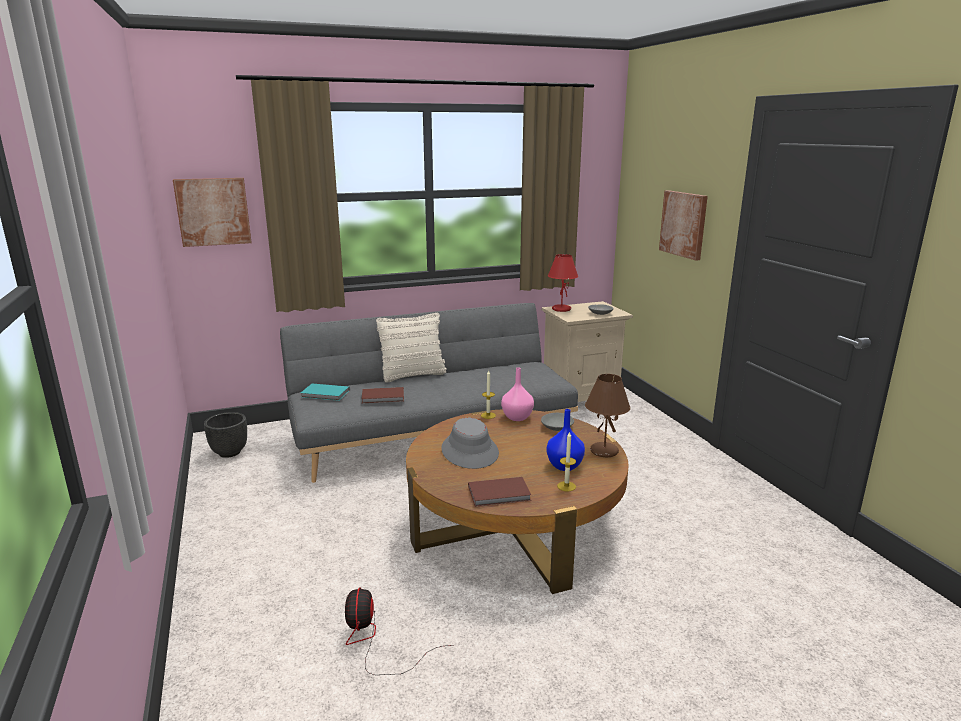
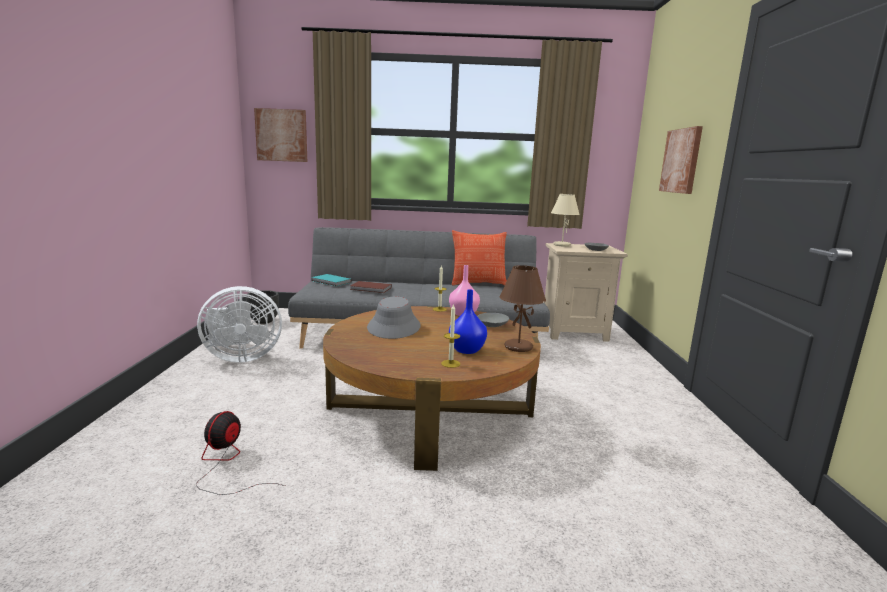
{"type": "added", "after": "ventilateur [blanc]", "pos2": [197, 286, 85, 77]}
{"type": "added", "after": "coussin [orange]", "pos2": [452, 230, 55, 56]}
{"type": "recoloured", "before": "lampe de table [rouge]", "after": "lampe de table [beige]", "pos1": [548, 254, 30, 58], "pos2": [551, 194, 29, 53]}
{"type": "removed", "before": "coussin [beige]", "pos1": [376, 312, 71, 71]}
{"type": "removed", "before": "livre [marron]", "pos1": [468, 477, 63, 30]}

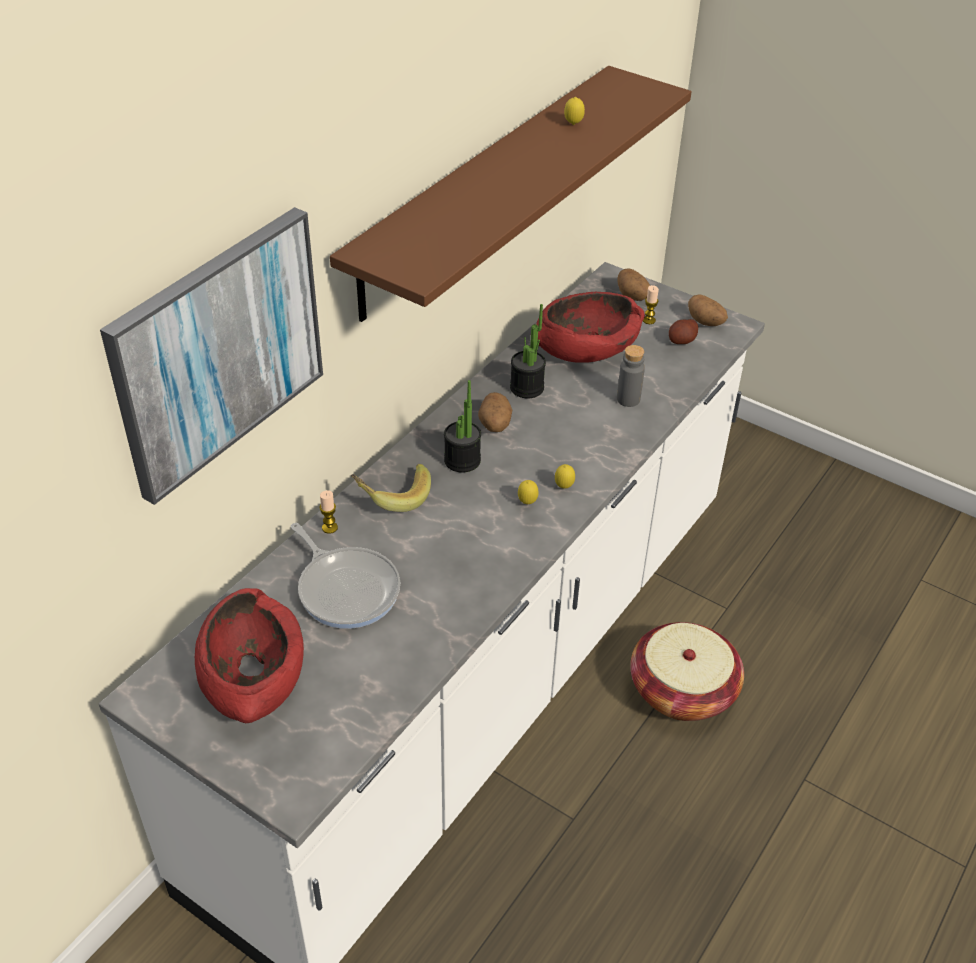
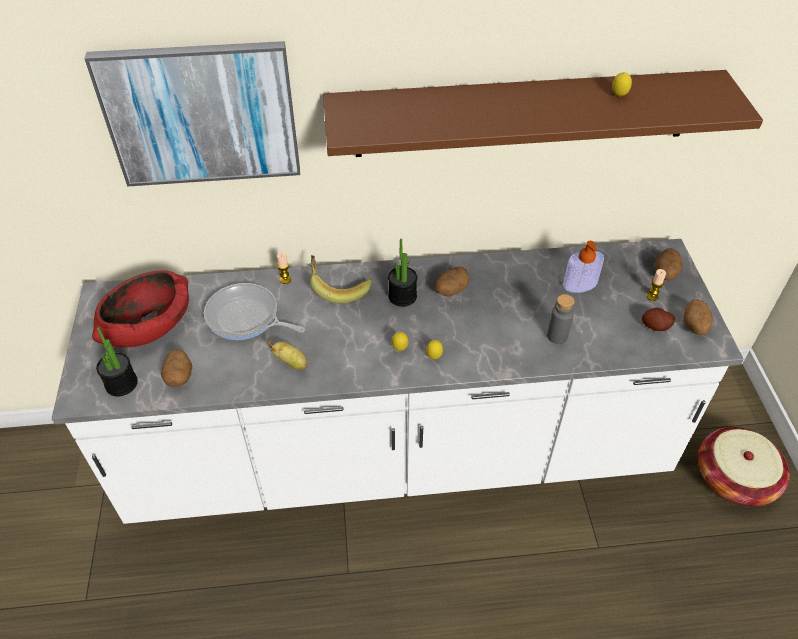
{"type": "moved", "before": "plante en pot", "pos1": [510, 304, 36, 94], "pos2": [96, 327, 42, 69]}
{"type": "added", "after": "pomme de terre", "pos2": [161, 349, 31, 38]}
{"type": "turned", "before": "poêle", "pos1": [291, 523, 109, 106], "pos2": [204, 283, 101, 57], "turn": 105}
{"type": "added", "after": "banane", "pos2": [268, 341, 39, 29]}
{"type": "replaced", "before": "bol [rouge]", "after": "distributeur de savon", "pos1": [536, 292, 109, 71], "pos2": [563, 241, 41, 52]}
{"type": "moved", "before": "panier", "pos1": [630, 622, 114, 99], "pos2": [698, 427, 91, 79]}

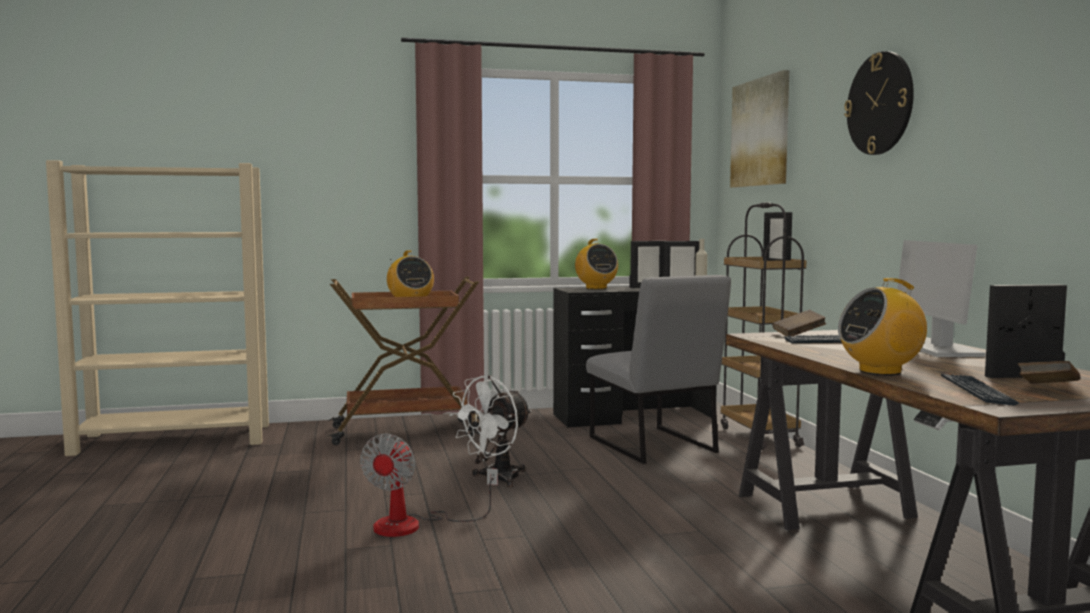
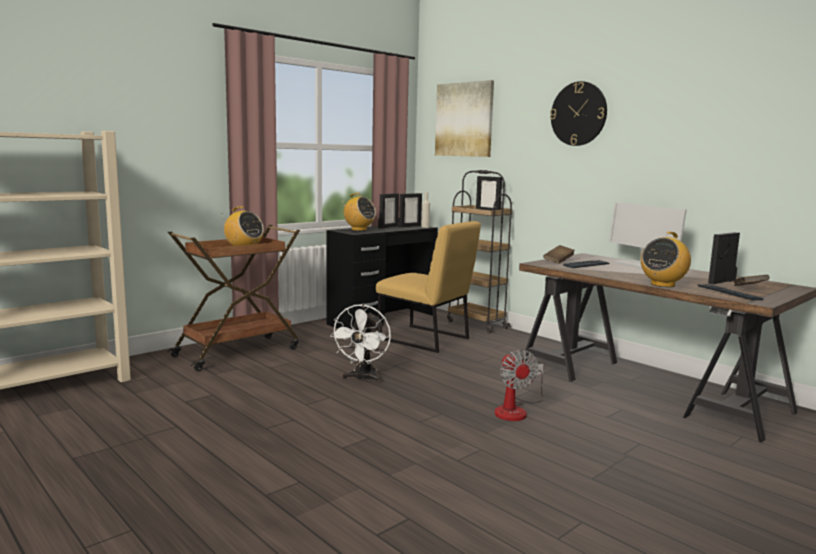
{"type": "recoloured", "before": "chaise [gris]", "after": "chaise [jaune]", "pos1": [586, 275, 145, 189], "pos2": [376, 221, 105, 132]}
{"type": "moved", "before": "ventilateur", "pos1": [360, 433, 138, 104], "pos2": [495, 350, 49, 71]}

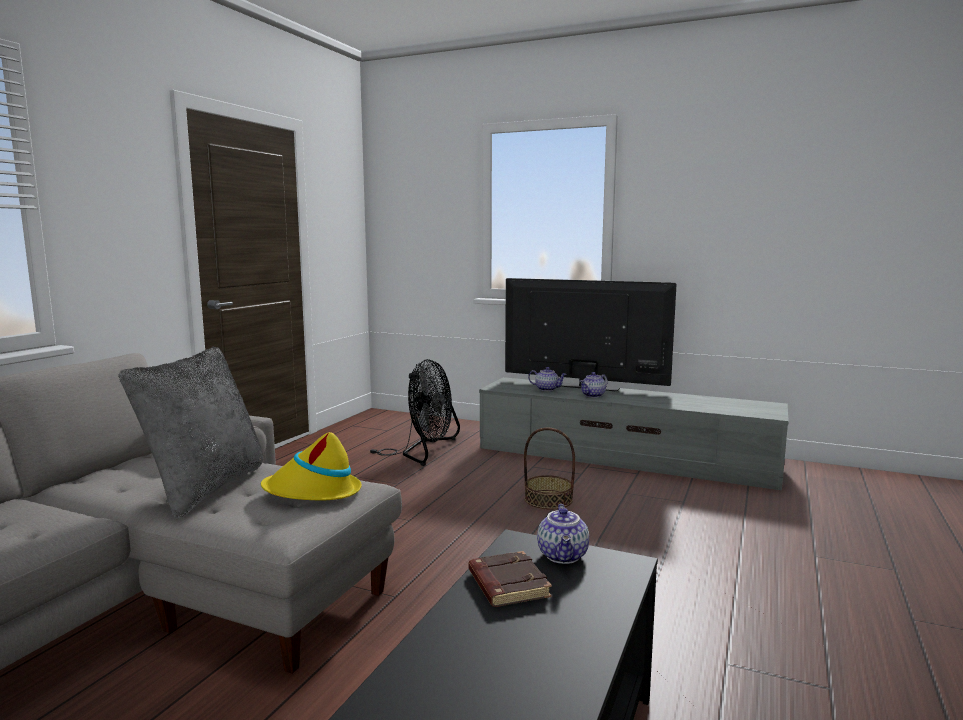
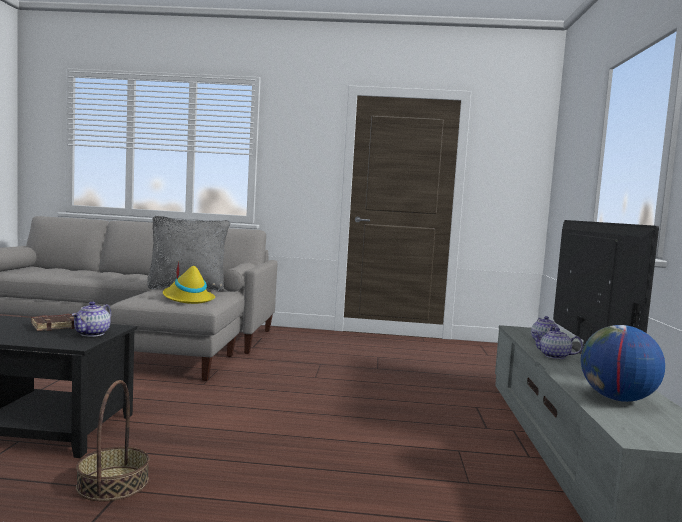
{"type": "turned", "before": "théière", "pos1": [537, 504, 52, 60], "pos2": [72, 302, 39, 35], "turn": -60}
{"type": "moved", "before": "panier", "pos1": [524, 427, 51, 83], "pos2": [76, 380, 73, 122]}
{"type": "added", "after": "globe", "pos2": [581, 325, 84, 77]}
{"type": "removed", "before": "ventilateur [noir]", "pos1": [370, 359, 90, 107]}

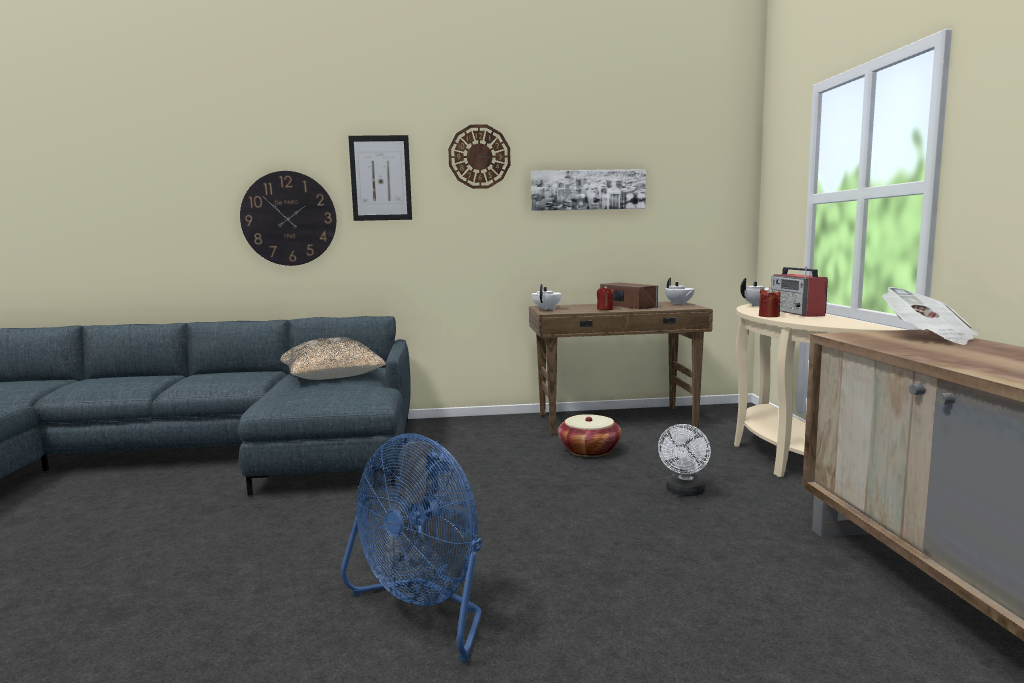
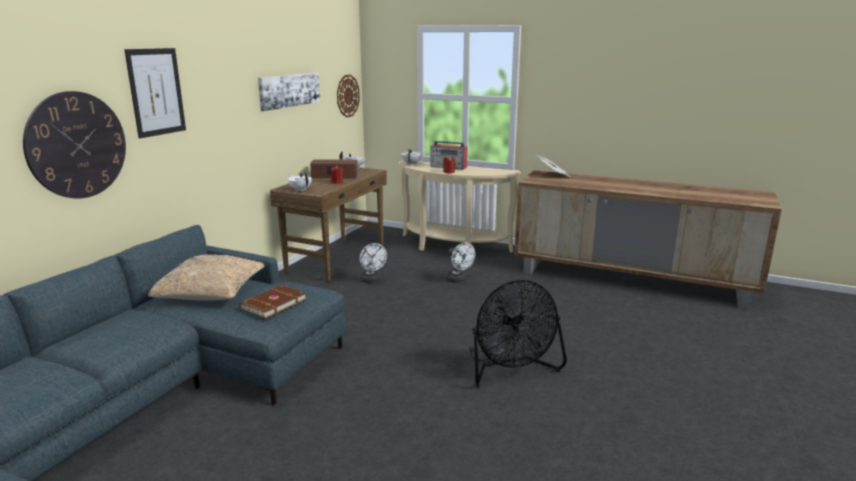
{"type": "added", "after": "livre [marron]", "pos2": [239, 285, 67, 34]}
{"type": "moved", "before": "horloge murale", "pos1": [448, 125, 63, 64], "pos2": [337, 75, 23, 43]}
{"type": "replaced", "before": "panier", "after": "ventilateur [blanc]", "pos1": [558, 414, 63, 43], "pos2": [359, 243, 28, 40]}
{"type": "recoloured", "before": "ventilateur [bleu]", "after": "ventilateur [noir]", "pos1": [341, 433, 141, 229], "pos2": [469, 280, 98, 108]}

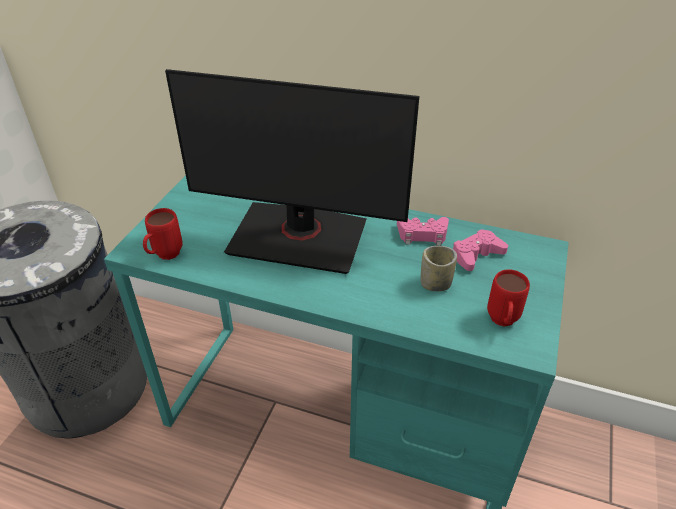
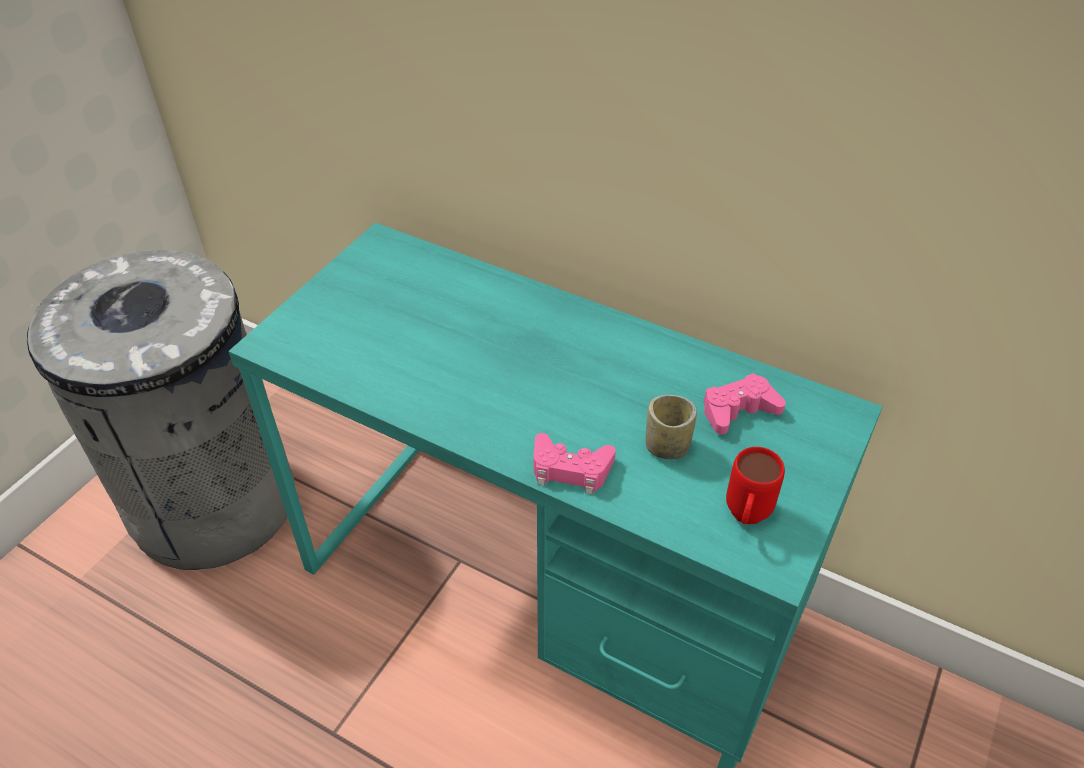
{"type": "moved", "before": "manette [rose]", "pos1": [397, 217, 52, 29], "pos2": [534, 433, 82, 62]}
{"type": "removed", "before": "mug [rouge]", "pos1": [143, 208, 40, 52]}
{"type": "removed", "before": "écran d'ordinateur", "pos1": [165, 69, 254, 205]}

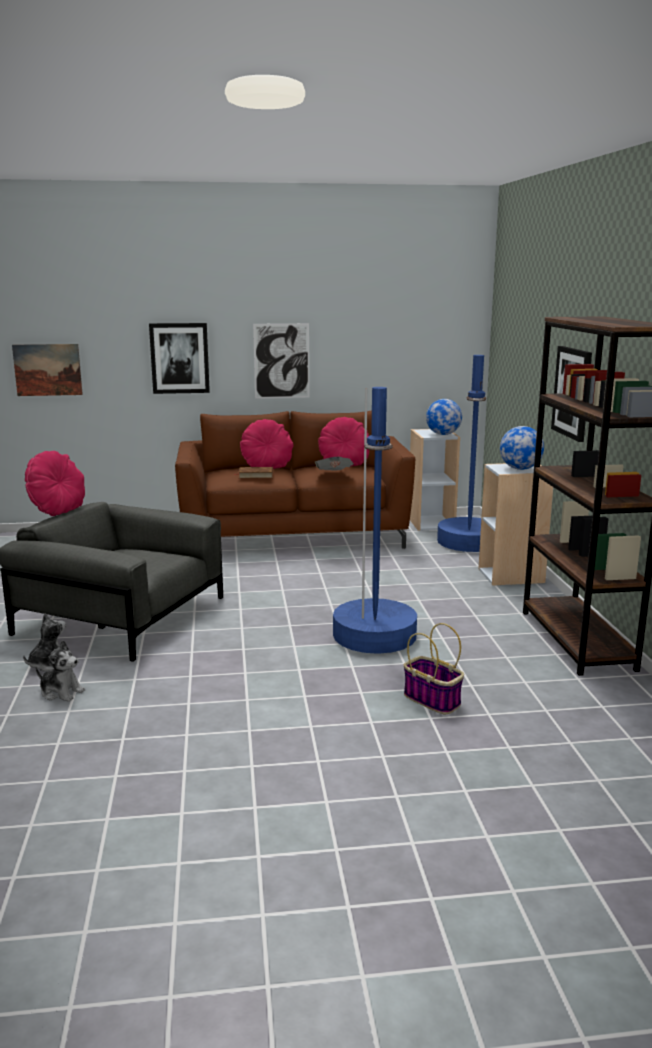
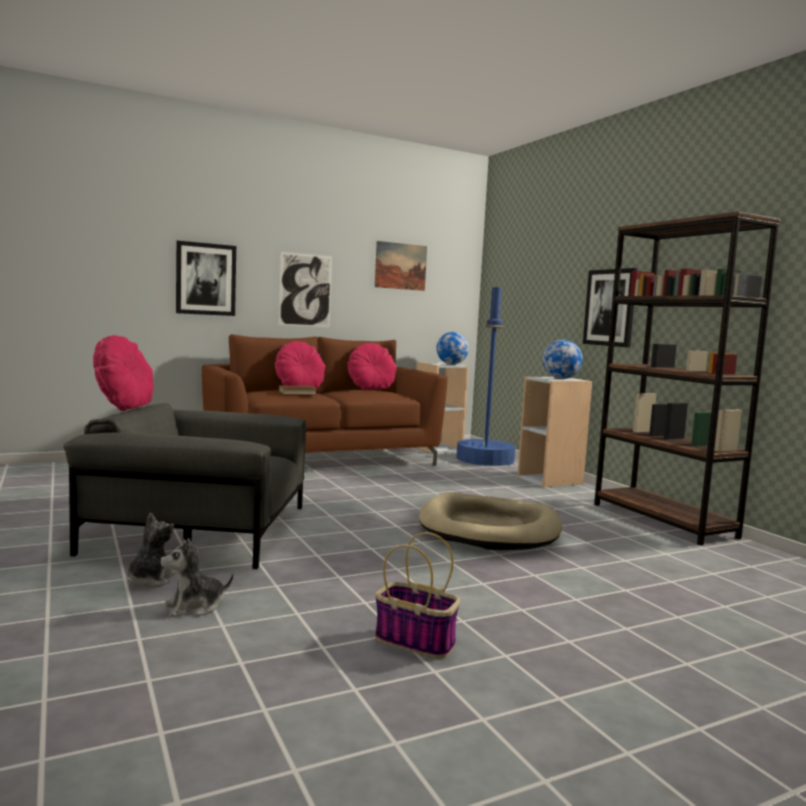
{"type": "turned", "before": "peluche", "pos1": [36, 641, 49, 61], "pos2": [160, 538, 74, 79], "turn": 150}
{"type": "moved", "before": "tableau", "pos1": [12, 344, 71, 52], "pos2": [375, 241, 52, 50]}
{"type": "moved", "before": "panier", "pos1": [404, 623, 60, 91], "pos2": [375, 532, 85, 127]}
{"type": "replaced", "before": "lampadaire [bleu]", "after": "panier pour chien [beige]", "pos1": [333, 387, 84, 267], "pos2": [419, 492, 143, 58]}
{"type": "removed", "before": "journal", "pos1": [315, 457, 39, 14]}

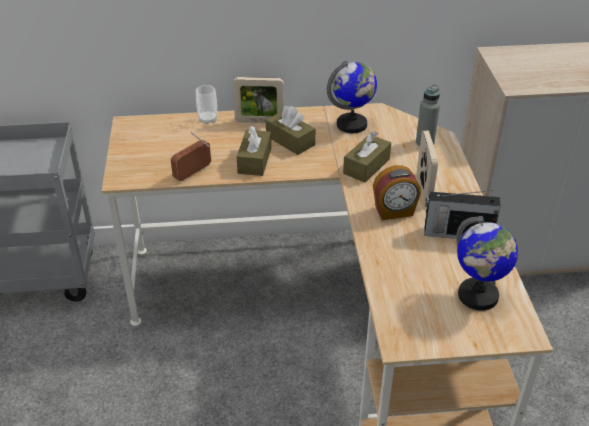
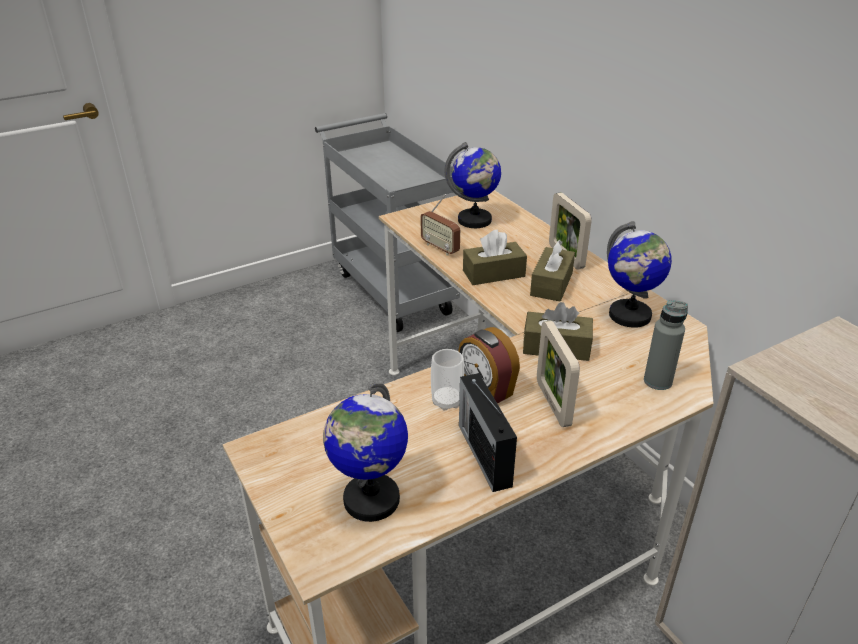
{"type": "turned", "before": "radio", "pos1": [171, 132, 40, 50], "pos2": [421, 194, 39, 62], "turn": -150}
{"type": "moved", "before": "tasse", "pos1": [196, 85, 21, 40], "pos2": [431, 349, 33, 62]}
{"type": "added", "after": "globe", "pos2": [444, 142, 57, 86]}
{"type": "turned", "before": "cadre photo", "pos1": [417, 131, 21, 71], "pos2": [537, 320, 43, 107], "turn": 105}

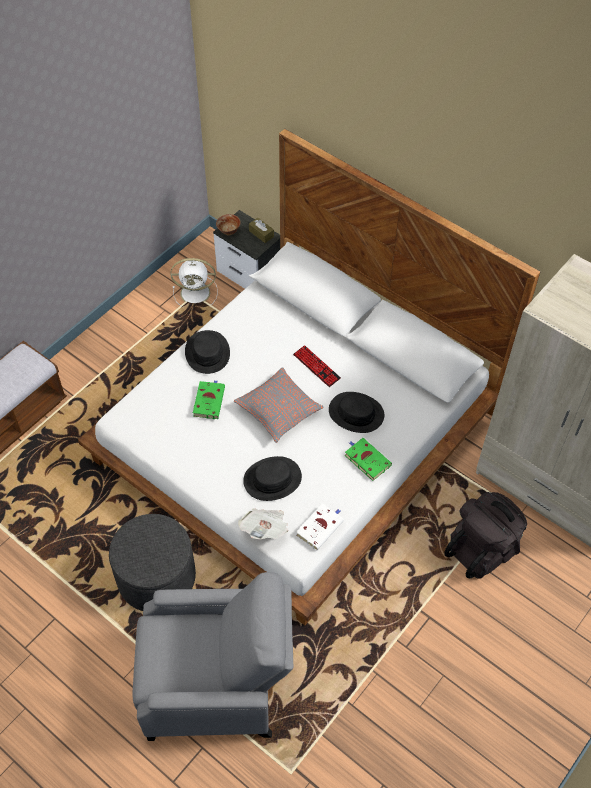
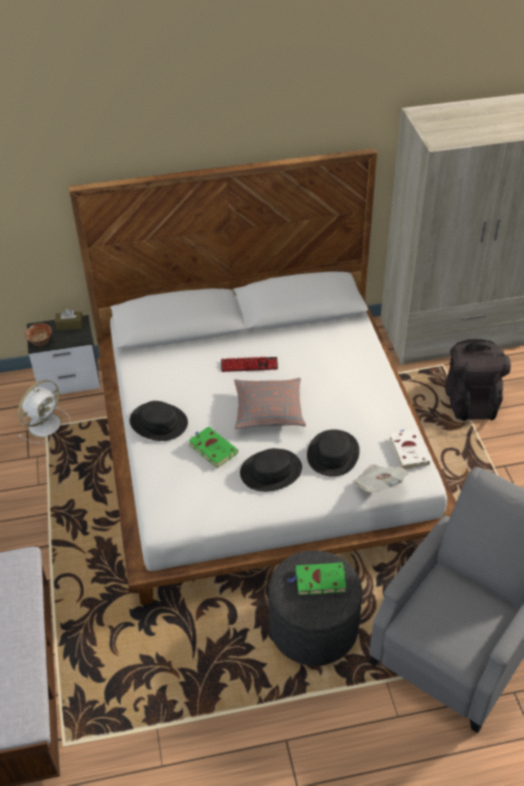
{"type": "moved", "before": "chapeau [noir]", "pos1": [329, 392, 55, 41], "pos2": [240, 448, 62, 44]}
{"type": "moved", "before": "livre [vert]", "pos1": [345, 438, 47, 43], "pos2": [287, 563, 59, 32]}

